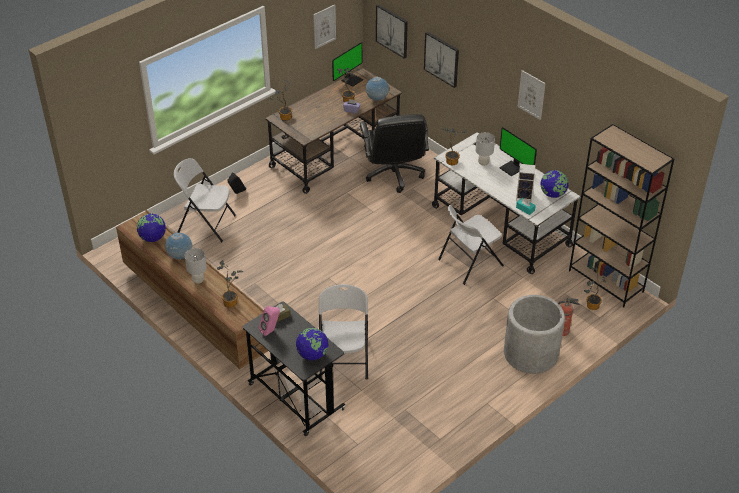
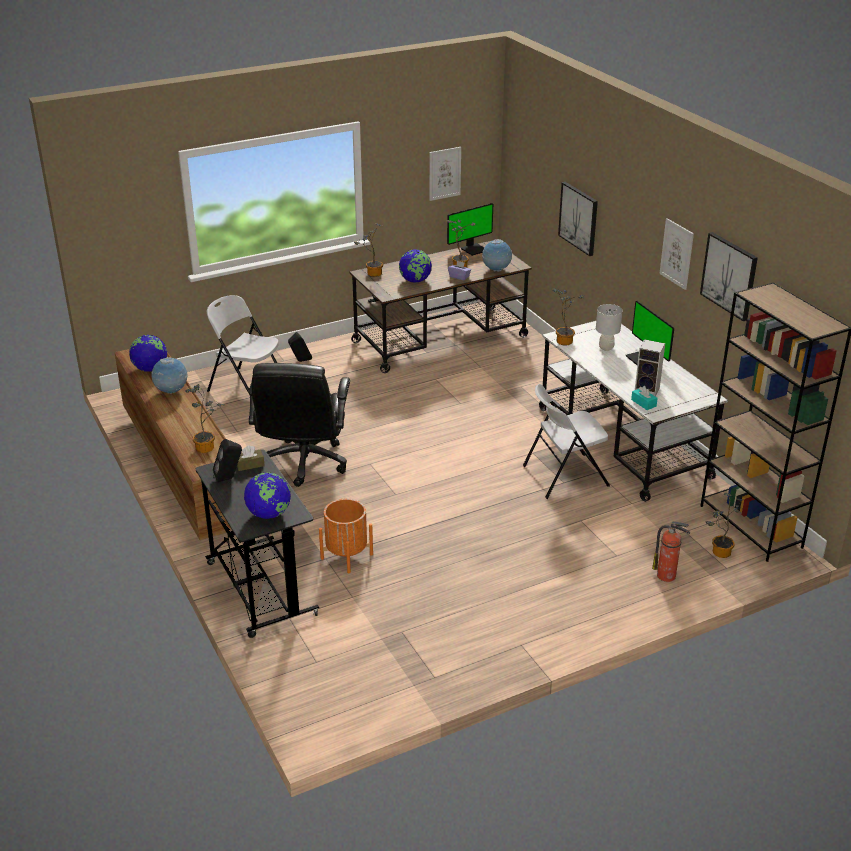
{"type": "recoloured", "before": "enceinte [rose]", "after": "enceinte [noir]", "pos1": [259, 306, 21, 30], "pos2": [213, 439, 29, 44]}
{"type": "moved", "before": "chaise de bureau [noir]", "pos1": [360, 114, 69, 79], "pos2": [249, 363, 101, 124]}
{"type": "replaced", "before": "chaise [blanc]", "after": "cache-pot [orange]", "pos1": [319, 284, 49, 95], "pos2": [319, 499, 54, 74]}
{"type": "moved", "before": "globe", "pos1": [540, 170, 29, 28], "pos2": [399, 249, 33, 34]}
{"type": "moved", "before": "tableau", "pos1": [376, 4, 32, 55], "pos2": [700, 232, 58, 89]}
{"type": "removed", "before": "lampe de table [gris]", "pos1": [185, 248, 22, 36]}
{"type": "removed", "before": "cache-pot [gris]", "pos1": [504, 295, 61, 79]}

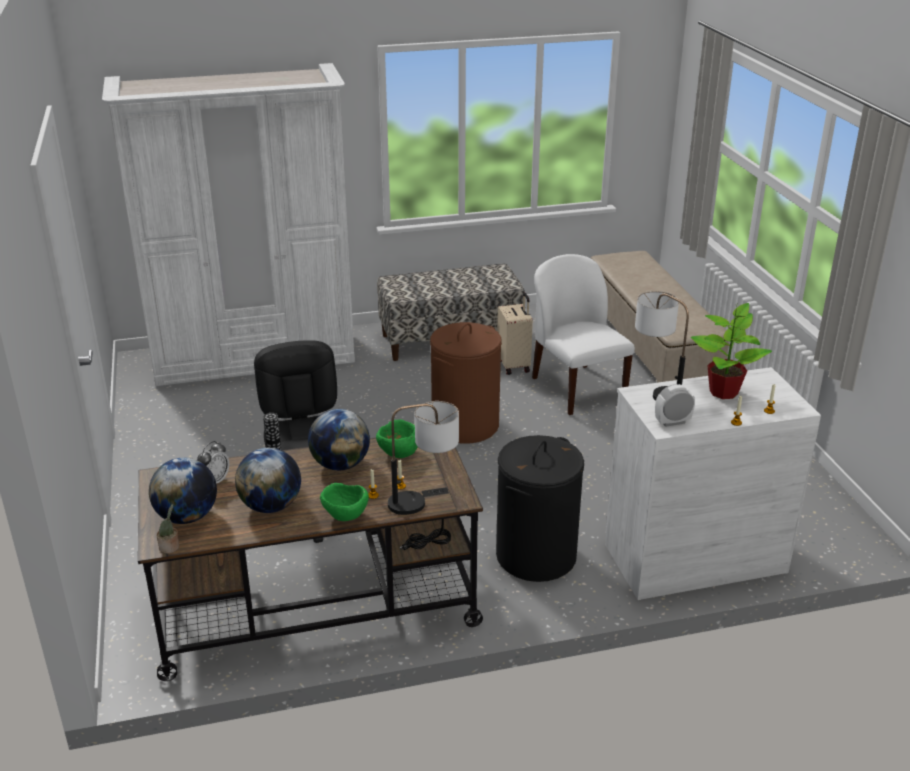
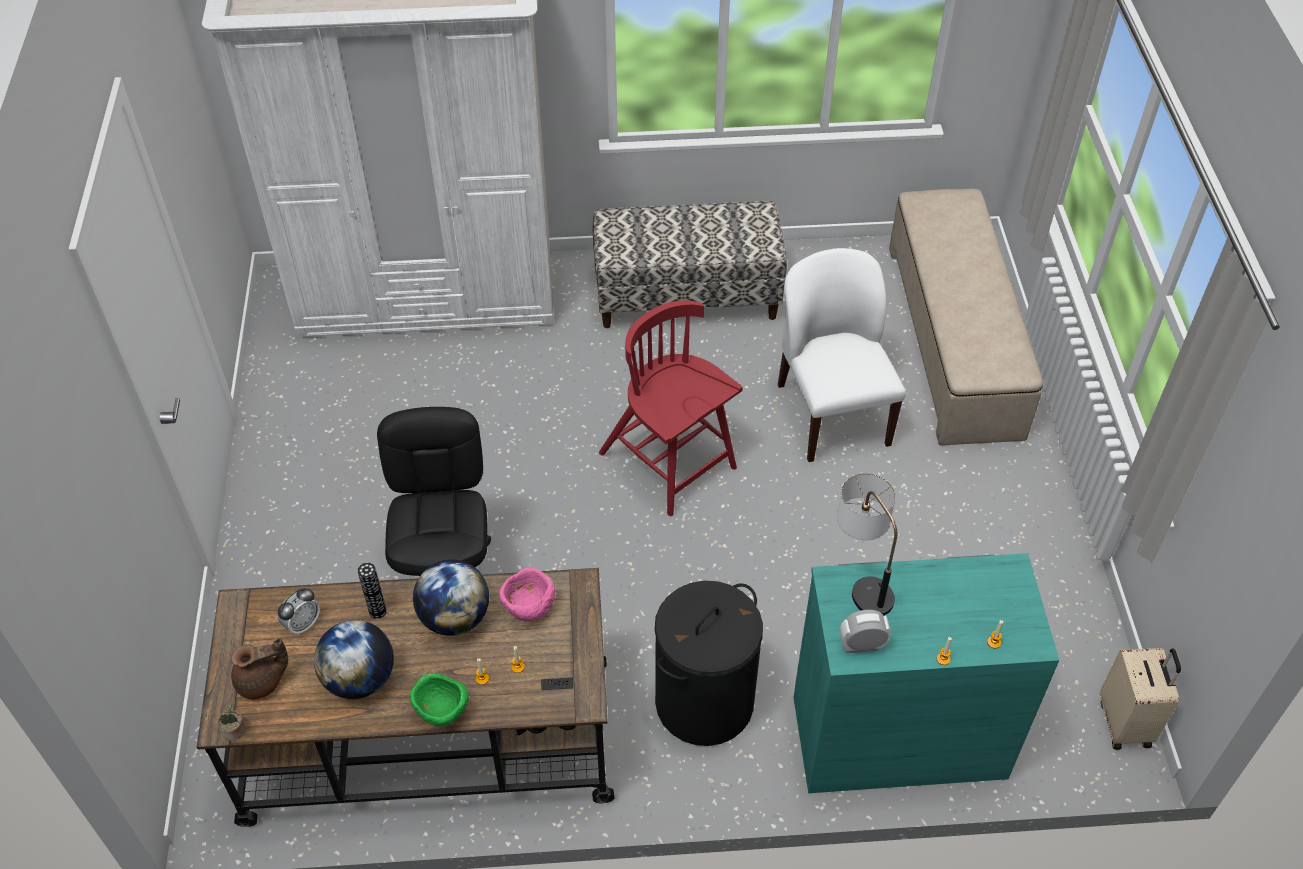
{"type": "replaced", "before": "globe", "after": "théière [marron]", "pos1": [149, 458, 68, 66], "pos2": [231, 638, 57, 61]}
{"type": "recoloured", "before": "bol [vert]", "after": "bol [rose]", "pos1": [376, 419, 42, 39], "pos2": [499, 568, 56, 53]}
{"type": "replaced", "before": "panier à linge [marron]", "after": "chaise [rouge]", "pos1": [430, 322, 72, 121], "pos2": [599, 300, 144, 216]}
{"type": "recoloured", "before": "commode [blanc]", "after": "commode [turquoise]", "pos1": [605, 367, 216, 233], "pos2": [793, 553, 266, 240]}
{"type": "moved", "before": "valise [beige]", "pos1": [497, 293, 36, 82], "pos2": [1100, 648, 81, 102]}
{"type": "removed", "before": "lampe de table", "pos1": [388, 401, 71, 114]}
{"type": "removed", "before": "plante en pot", "pos1": [691, 303, 81, 96]}

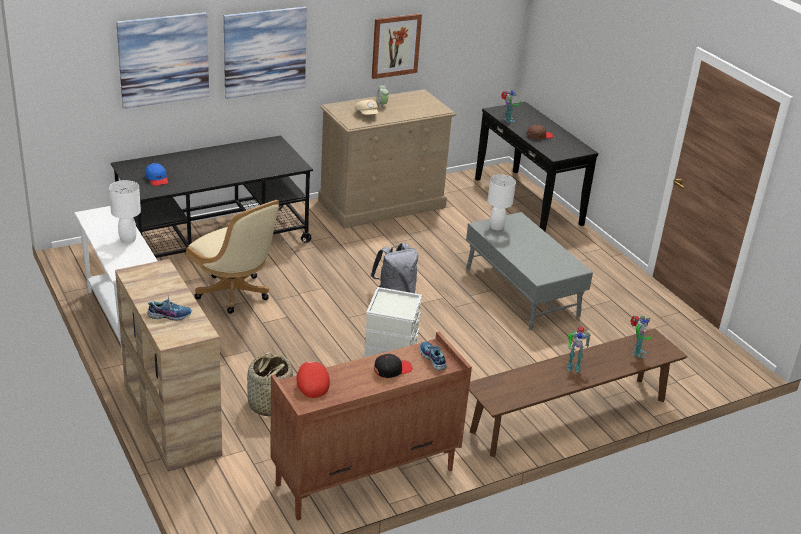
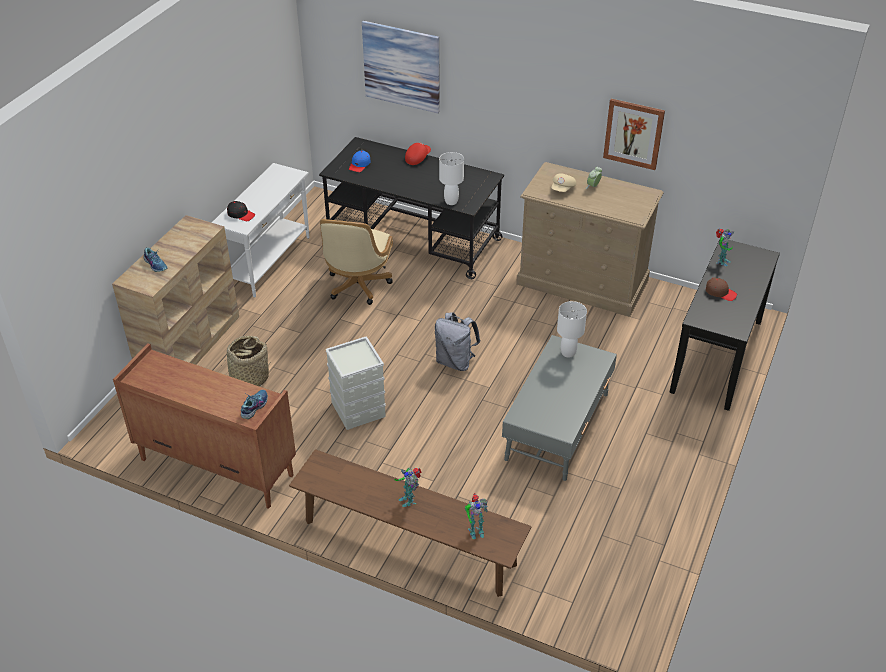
{"type": "moved", "before": "casquette [noir]", "pos1": [374, 354, 38, 24], "pos2": [227, 201, 28, 20]}
{"type": "moved", "before": "casquette [rouge]", "pos1": [297, 361, 33, 37], "pos2": [405, 142, 26, 23]}
{"type": "moved", "before": "lampe de table [blanc]", "pos1": [109, 180, 32, 63], "pos2": [439, 152, 25, 53]}
{"type": "removed", "before": "tableau", "pos1": [224, 6, 83, 93]}

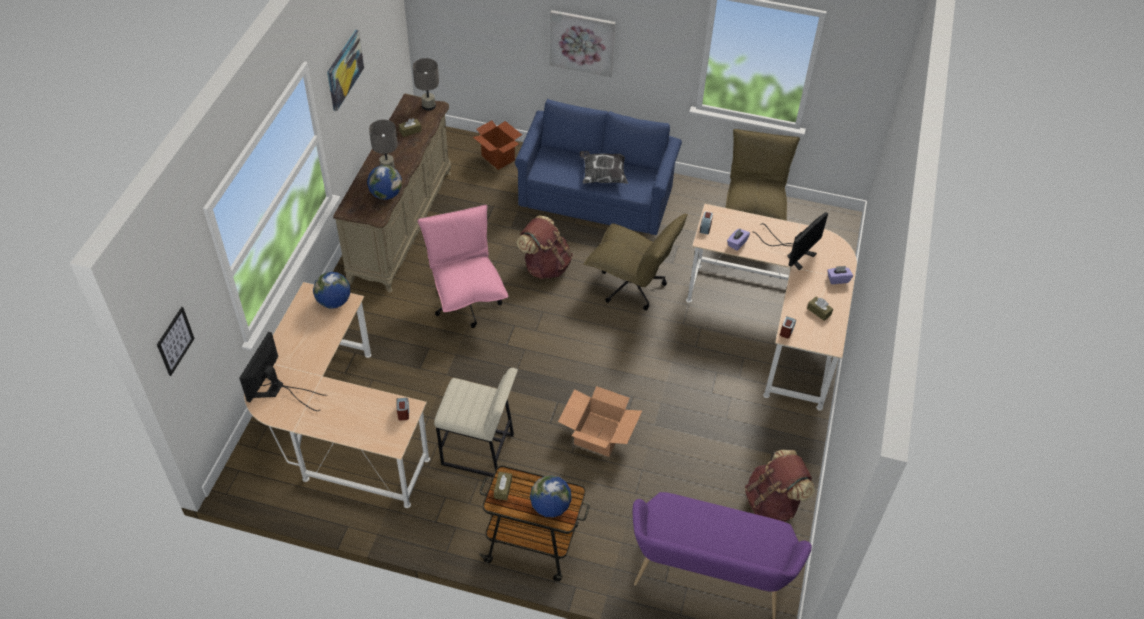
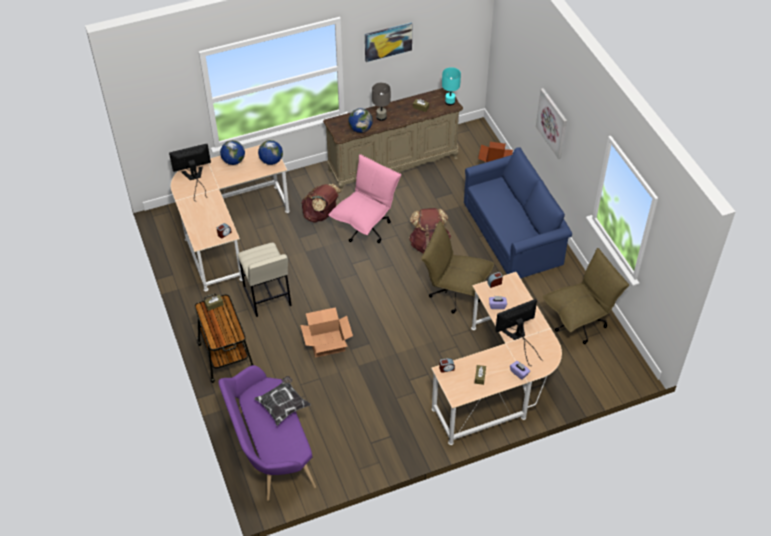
{"type": "moved", "before": "globe", "pos1": [530, 475, 42, 42], "pos2": [220, 140, 25, 25]}
{"type": "moved", "before": "coussin", "pos1": [580, 151, 48, 33], "pos2": [254, 376, 57, 50]}
{"type": "moved", "before": "sac à dos [marron]", "pos1": [745, 450, 70, 72], "pos2": [301, 184, 41, 38]}
{"type": "turned", "before": "chaise de bureau [beige]", "pos1": [584, 214, 104, 96], "pos2": [421, 221, 73, 93], "turn": 120}
{"type": "recoloured", "before": "lampe de table [gris]", "after": "lampe de table [turquoise]", "pos1": [413, 58, 26, 53], "pos2": [442, 67, 19, 39]}
{"type": "turned", "before": "écran d'ordinateur", "pos1": [754, 212, 74, 59], "pos2": [495, 299, 48, 67], "turn": 150}
{"type": "removed", "before": "tableau", "pos1": [157, 307, 38, 69]}

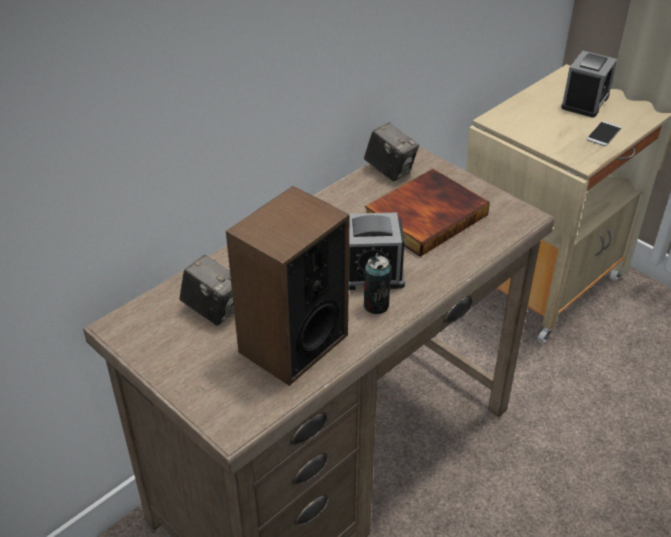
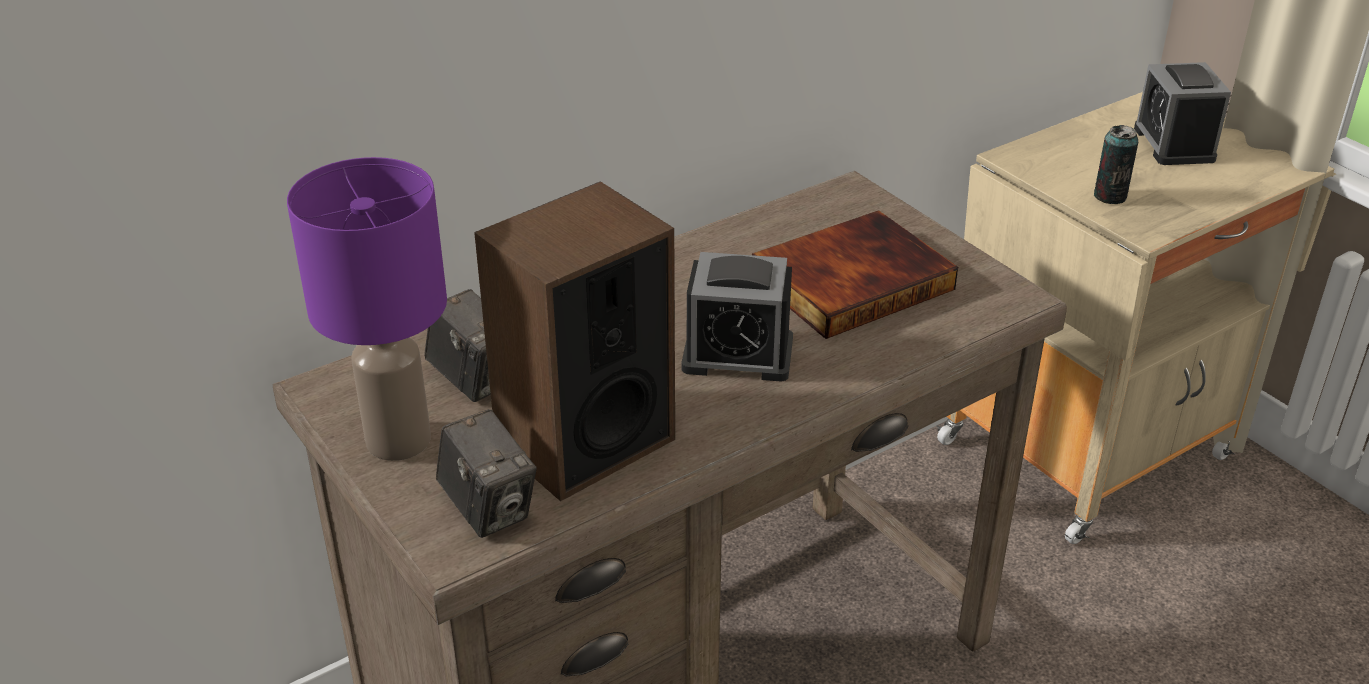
{"type": "added", "after": "lampe de table [violet]", "pos2": [287, 157, 160, 304]}
{"type": "moved", "before": "appareil photo", "pos1": [364, 123, 55, 58], "pos2": [436, 409, 100, 129]}
{"type": "moved", "before": "boîte métallique", "pos1": [364, 255, 27, 59], "pos2": [1094, 125, 44, 79]}
{"type": "turned", "before": "réveil", "pos1": [561, 51, 56, 66], "pos2": [1134, 62, 97, 103], "turn": 135}
{"type": "removed", "before": "téléphone", "pos1": [587, 121, 34, 25]}

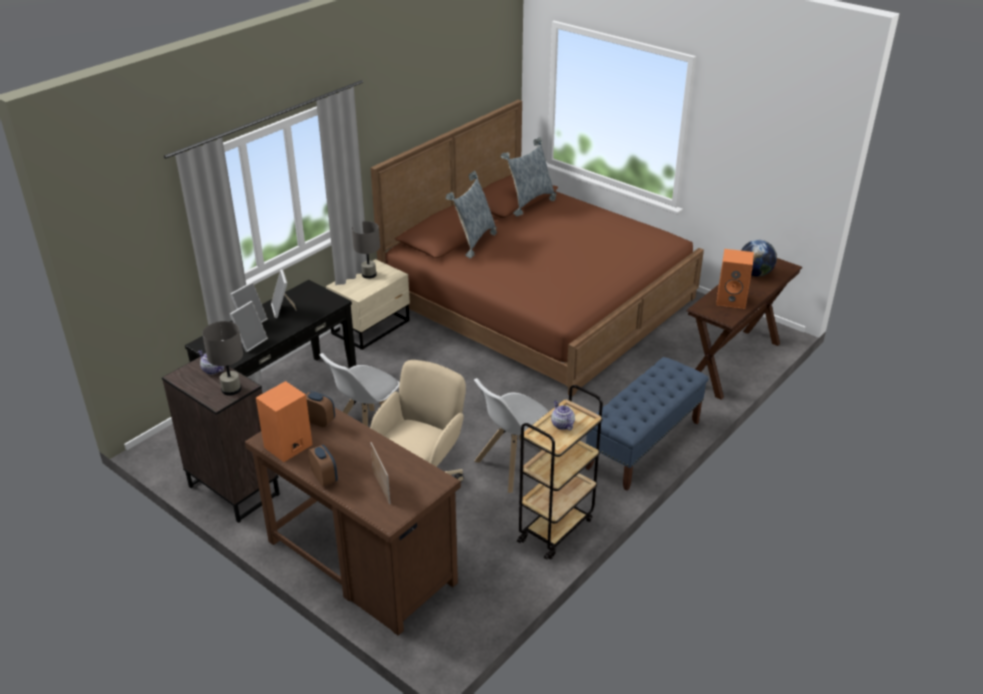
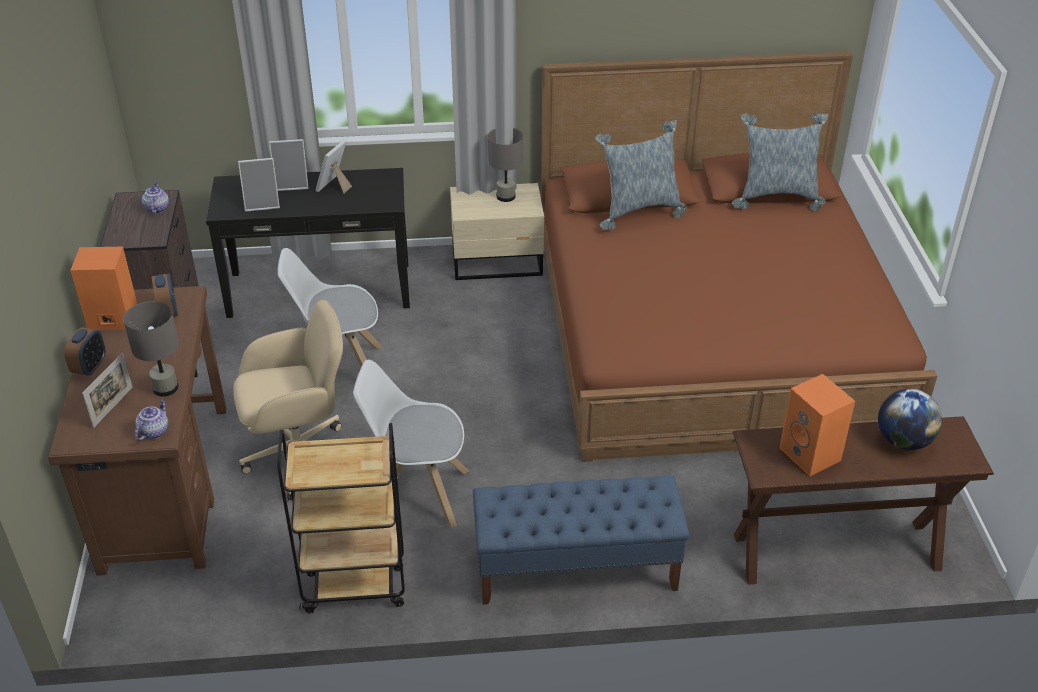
{"type": "moved", "before": "lampe de table [gris]", "pos1": [202, 321, 41, 75], "pos2": [123, 301, 56, 95]}
{"type": "moved", "before": "théière", "pos1": [551, 400, 24, 30], "pos2": [135, 399, 33, 42]}

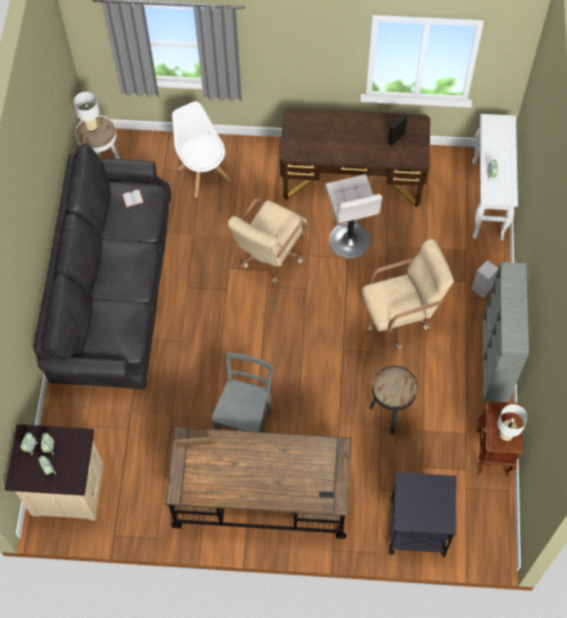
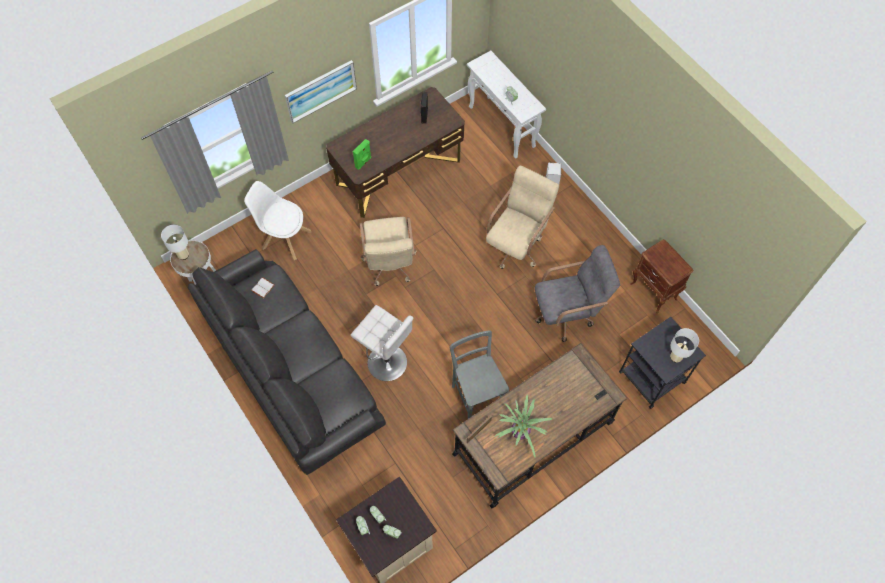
{"type": "added", "after": "tableau", "pos2": [285, 60, 72, 63]}
{"type": "moved", "before": "tabouret [blanc]", "pos1": [325, 174, 57, 84], "pos2": [351, 305, 62, 76]}
{"type": "added", "after": "enceinte [vert]", "pos2": [353, 139, 18, 31]}
{"type": "added", "after": "plante en pot", "pos2": [495, 395, 58, 62]}
{"type": "replaced", "before": "table d'appoint [noir]", "after": "chaise de bureau [gris]", "pos1": [370, 366, 48, 68], "pos2": [535, 245, 85, 97]}
{"type": "moved", "before": "lampe de table [blanc]", "pos1": [498, 404, 30, 37], "pos2": [670, 328, 29, 35]}
{"type": "removed", "before": "bibliothèque [gris]", "pos1": [483, 262, 46, 141]}

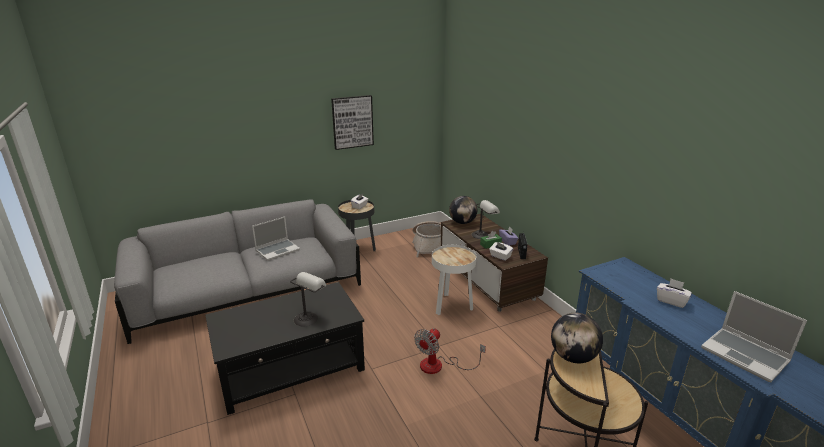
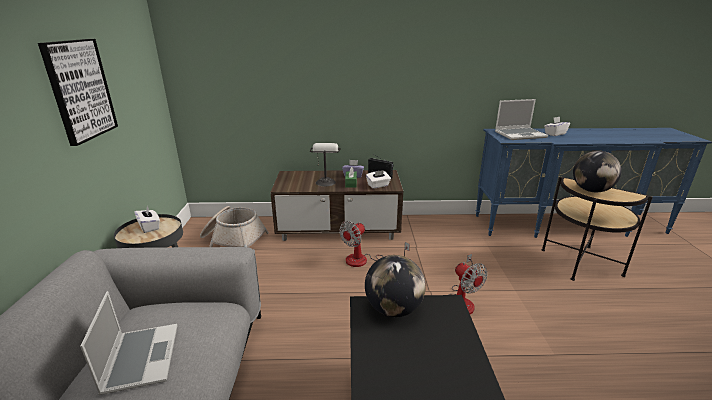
{"type": "replaced", "before": "table d'appoint [blanc]", "after": "ventilateur", "pos1": [432, 245, 44, 70], "pos2": [339, 221, 71, 46]}
{"type": "moved", "before": "globe", "pos1": [449, 196, 28, 28], "pos2": [365, 255, 61, 62]}
{"type": "moved", "before": "ordinateur portable", "pos1": [701, 291, 106, 91], "pos2": [495, 99, 53, 41]}
{"type": "removed", "before": "lampe de table", "pos1": [290, 272, 36, 54]}

